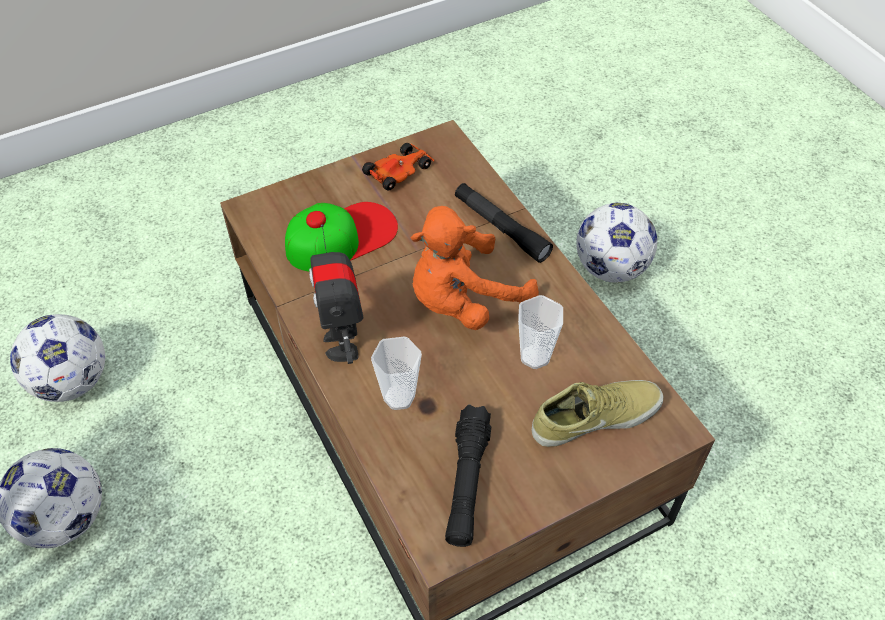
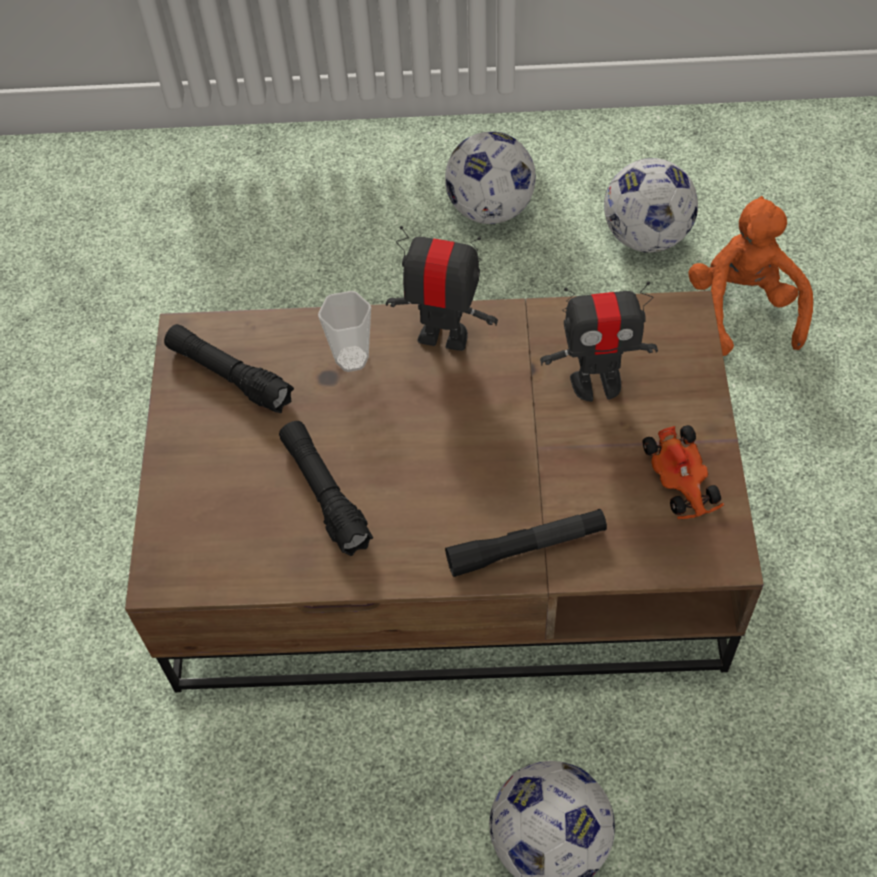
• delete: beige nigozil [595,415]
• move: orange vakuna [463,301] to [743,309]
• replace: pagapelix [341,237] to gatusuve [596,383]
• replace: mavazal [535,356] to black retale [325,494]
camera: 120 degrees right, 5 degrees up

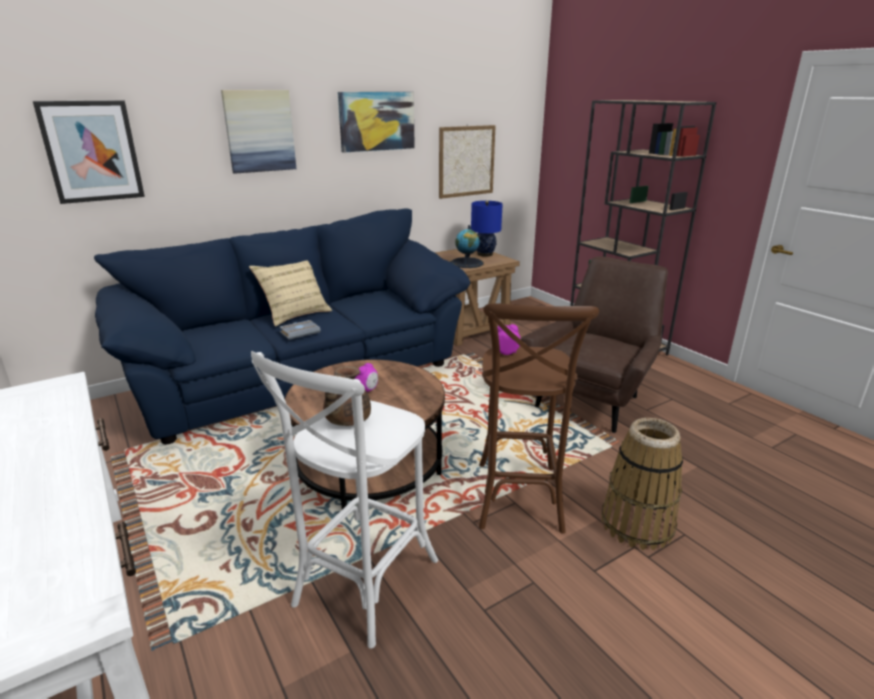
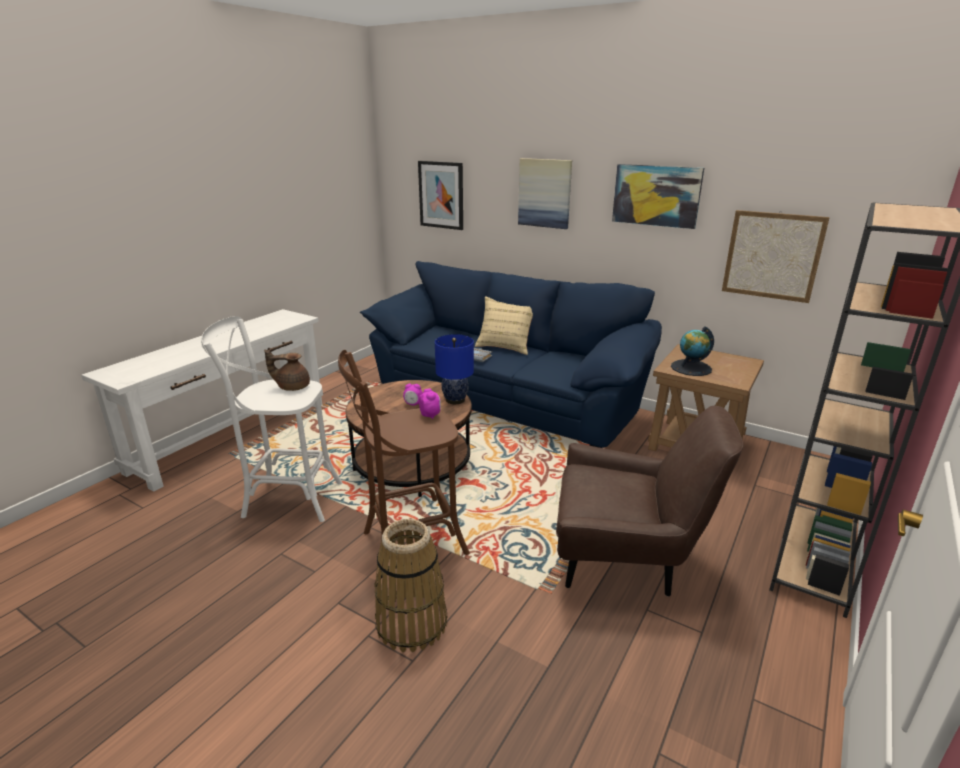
• move: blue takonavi [484,254] to [455,400]
camera: 65 degrees right, 0 degrees up

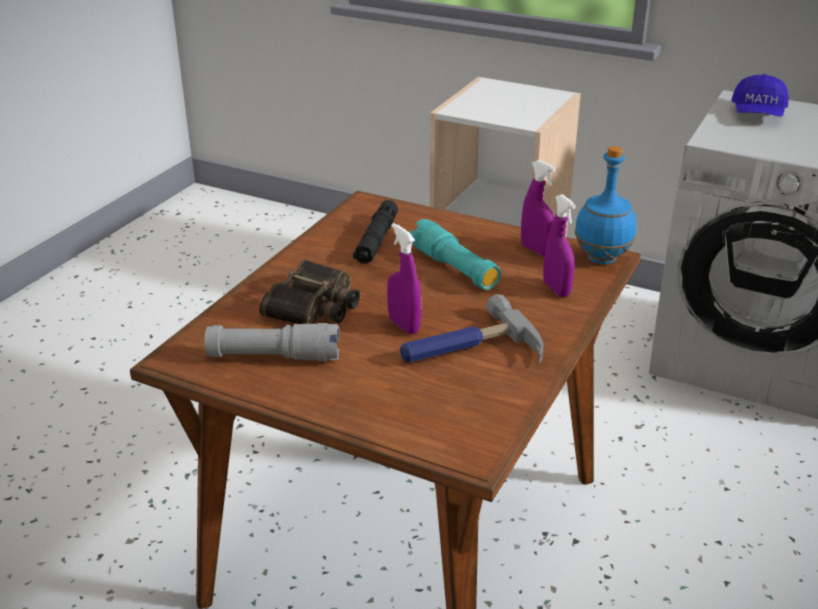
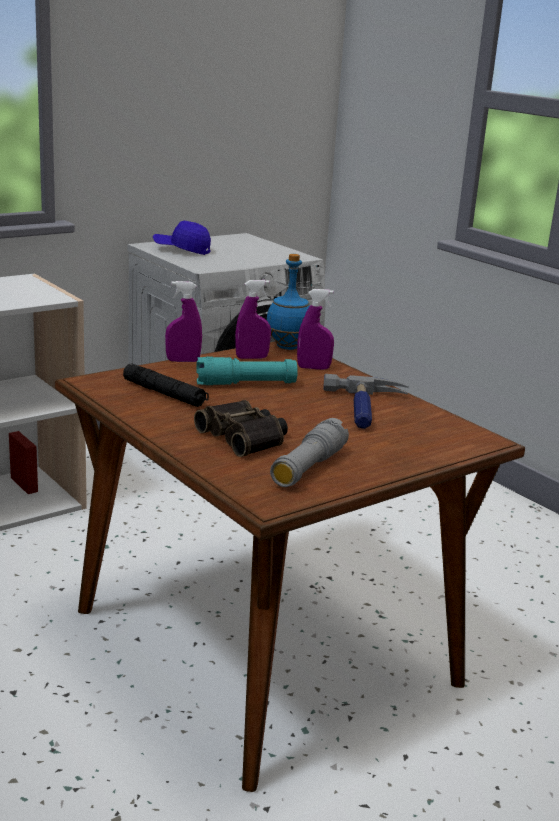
• move: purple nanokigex [404,325] to [183,361]
• rotate: blue pagapelix [758,114] = [182,250] 150 degrees clockwise
camera: 65 degrees left, 10 degrees down

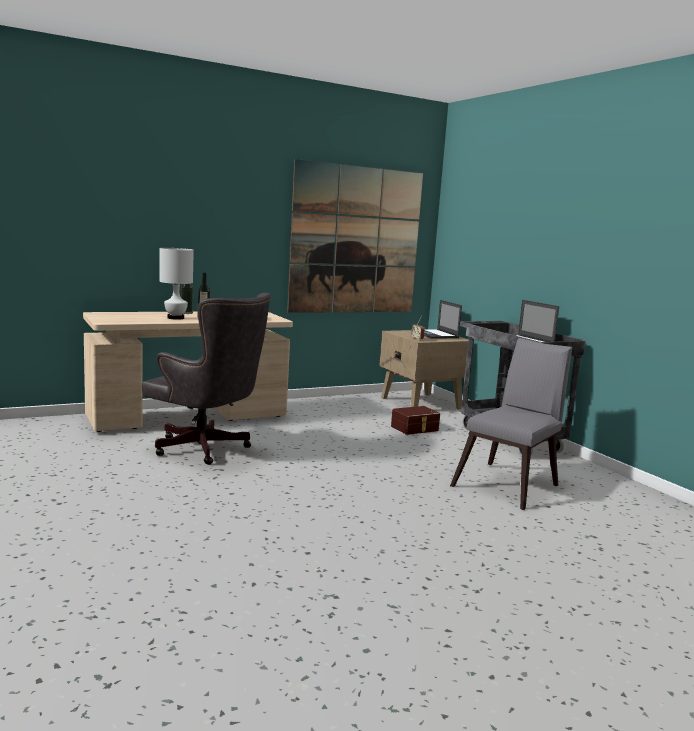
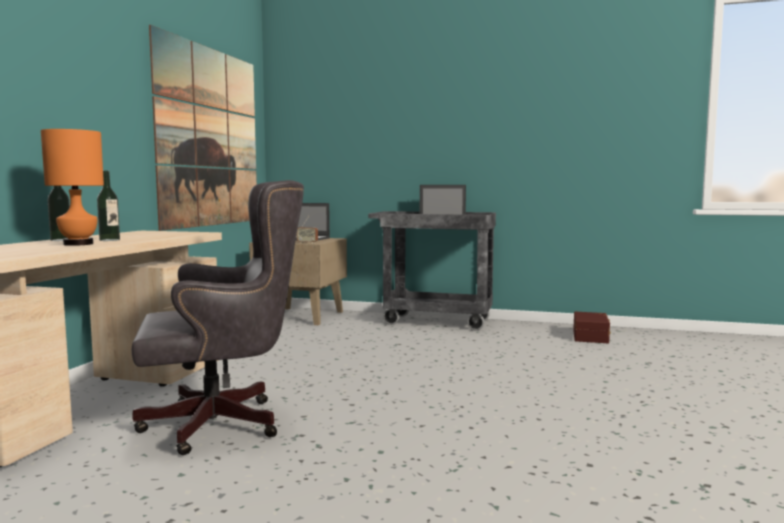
• delete: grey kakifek [510,484]
• move: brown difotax [415,429] to [591,337]
• recolor: white takonavi [176,318] to orange takonavi [79,244]
camera: 45 degrees left, 5 degrees down

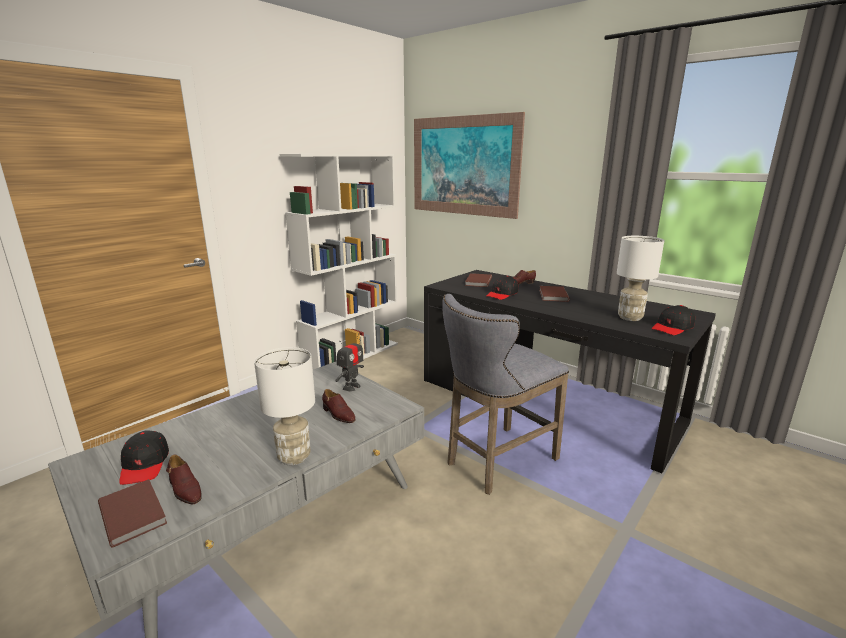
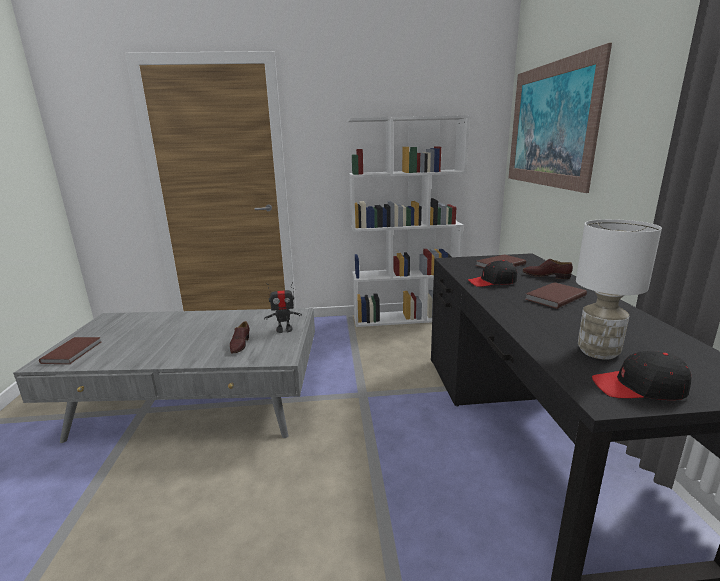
• delete: black pagapelix [145,464]
• delete: brown nigozil [185,489]
• delete: white takonavi [293,456]
• delete: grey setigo [496,462]
camera: 45 degrees right, 0 degrees up

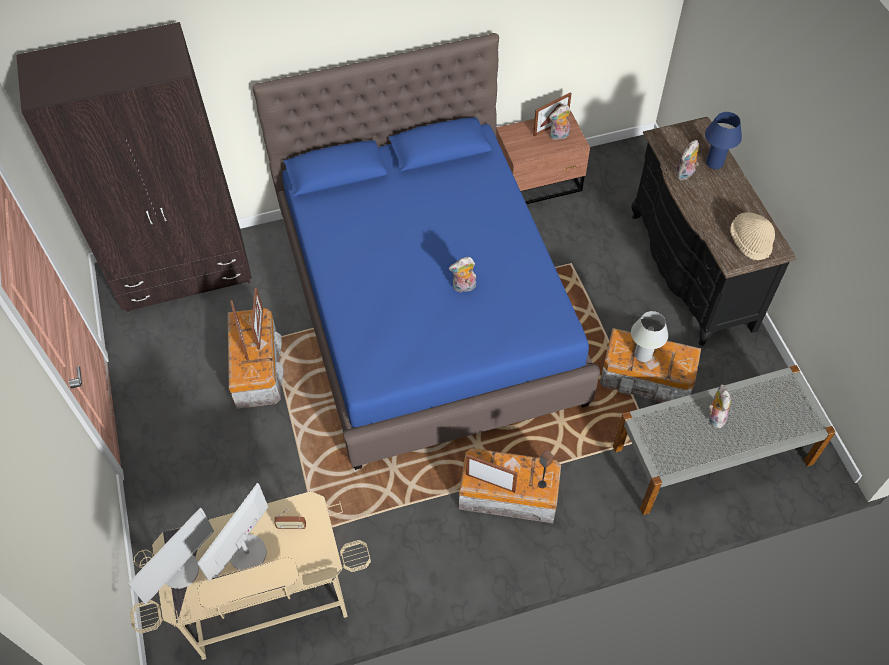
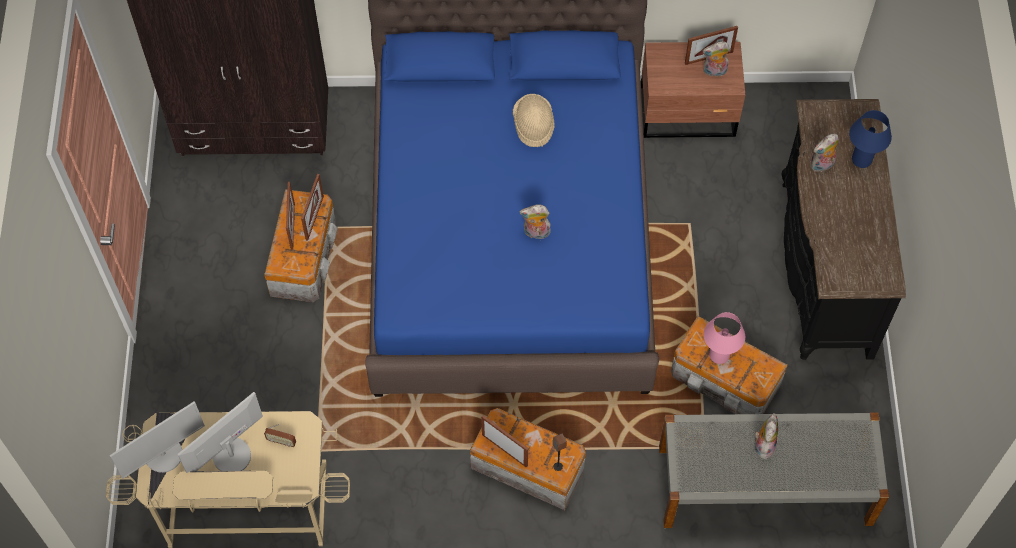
• move: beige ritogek [750,242] to [533,126]
• recolor: white takonavi [643,355] to pink takonavi [719,355]
camera: 15 degrees right, 5 degrees up

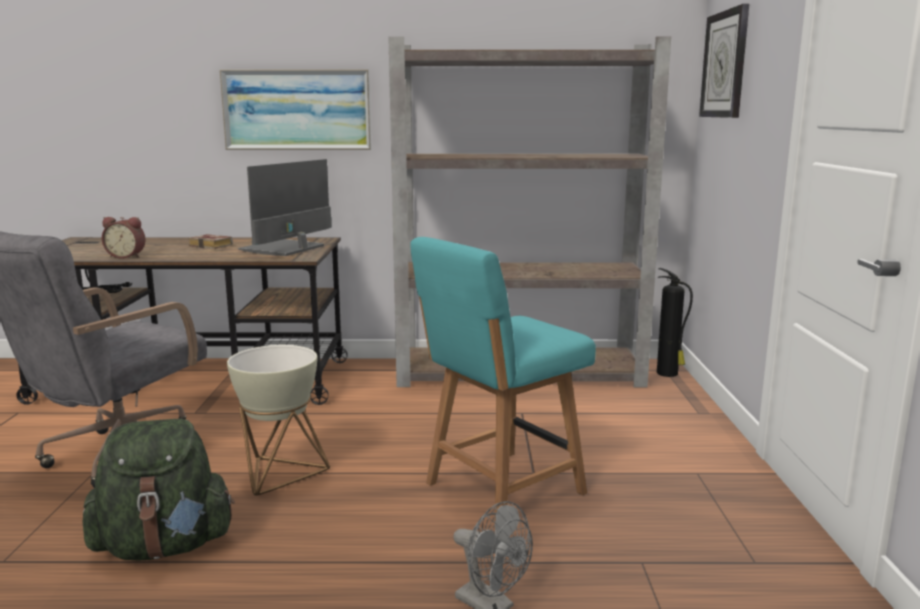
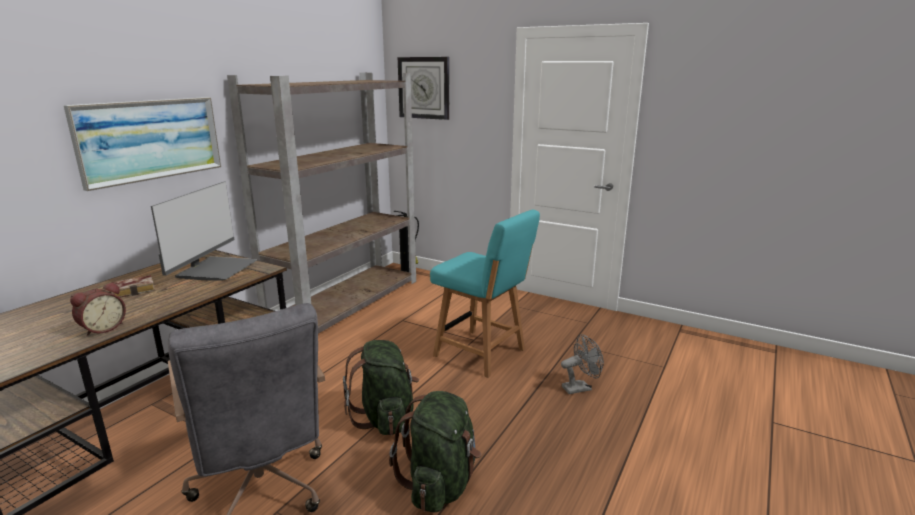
• replace: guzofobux [281,473] to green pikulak [385,417]
• rotate: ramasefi [283,249] = [216,269] 135 degrees counterclockwise
• rotate: turquoise kakifek [500,490] = [482,353] 45 degrees counterclockwise
camera: 60 degrees left, 5 degrees up

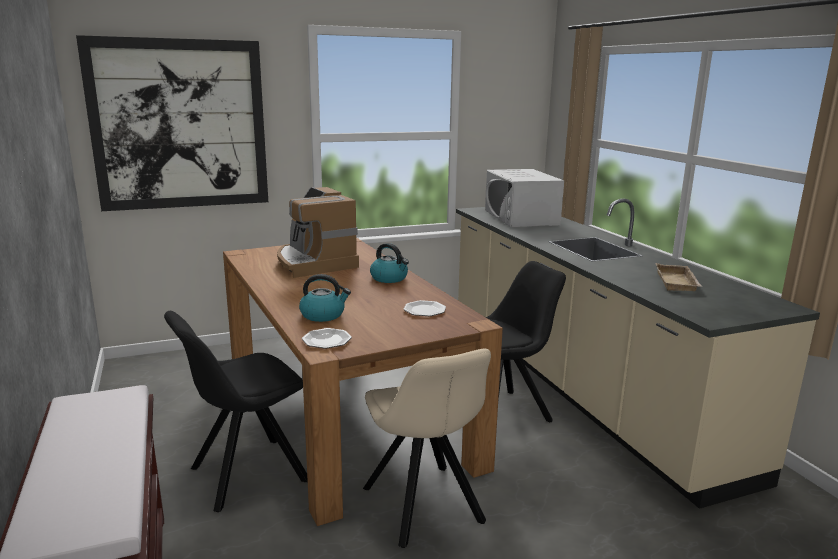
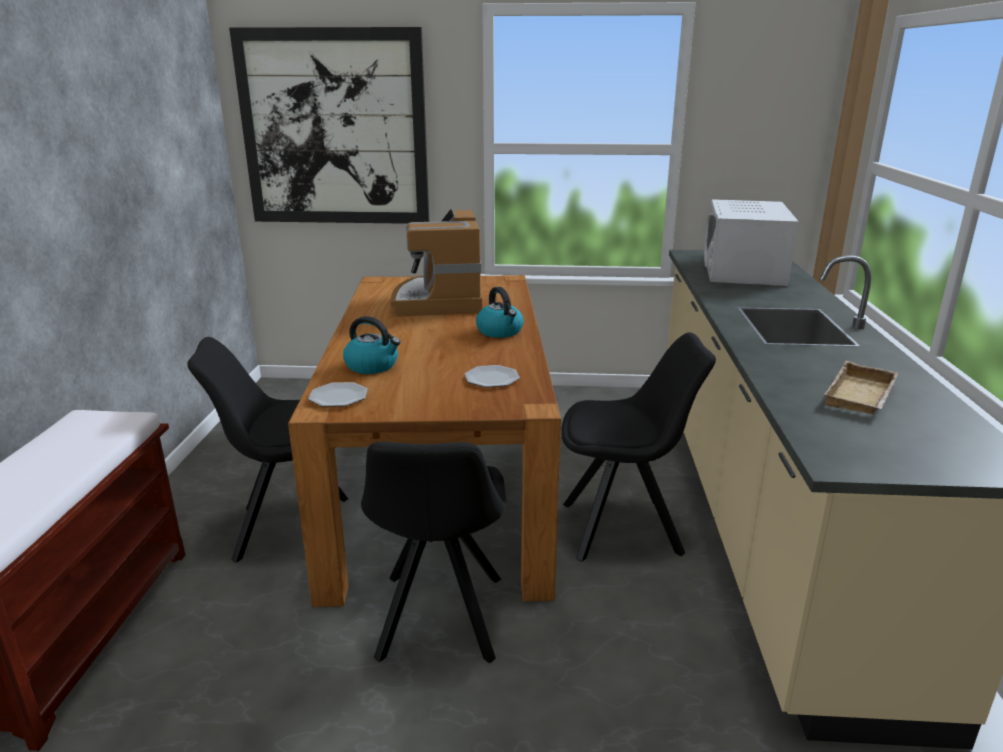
• recolor: beige kakifek [424,505] to black kakifek [440,617]
camera: 25 degrees right, 5 degrees up

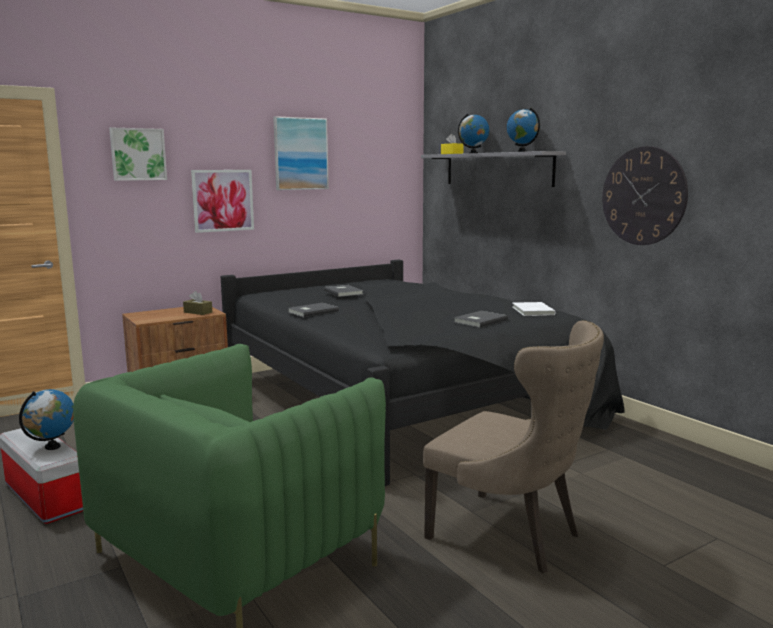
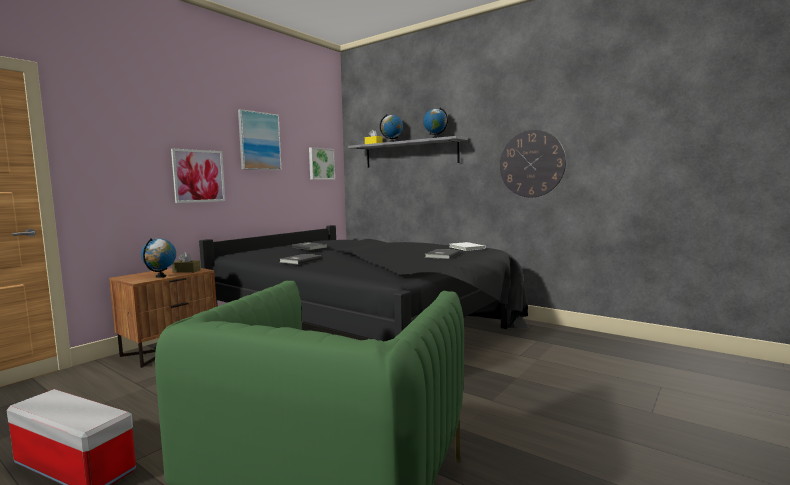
• delete: beige kakifek [511,535]
• move: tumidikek [52,447] to [161,276]
• move: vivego [138,154] to [321,164]
camera: 20 degrees left, 5 degrees down

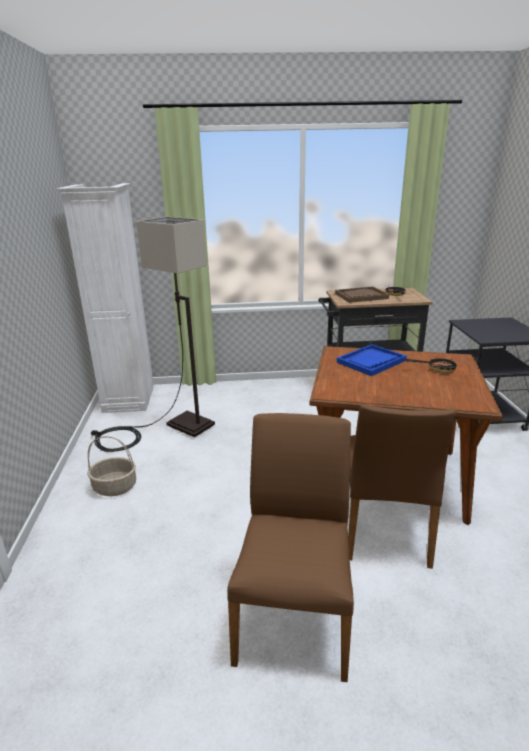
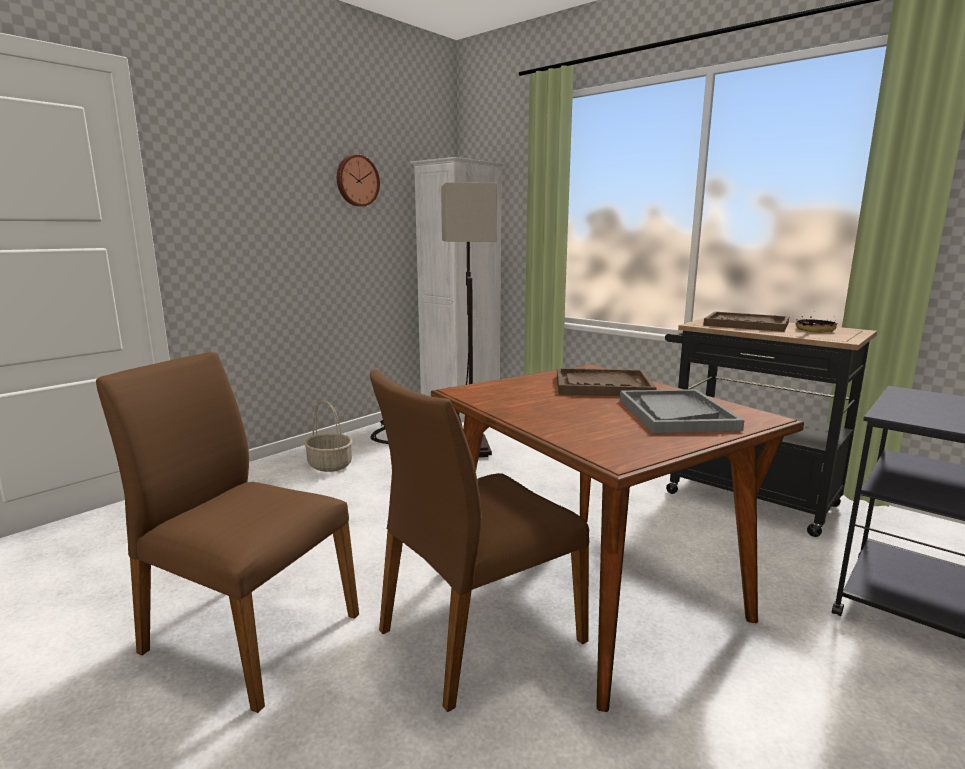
• insert: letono [356,181]
• replace: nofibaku [436,369] to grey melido [675,414]
• recolor: blue melido [371,361] to brown melido [602,386]
• rotate: brown kakifek [294,615] = [248,634] 120 degrees counterclockwise
camera: 45 degrees right, 10 degrees down

